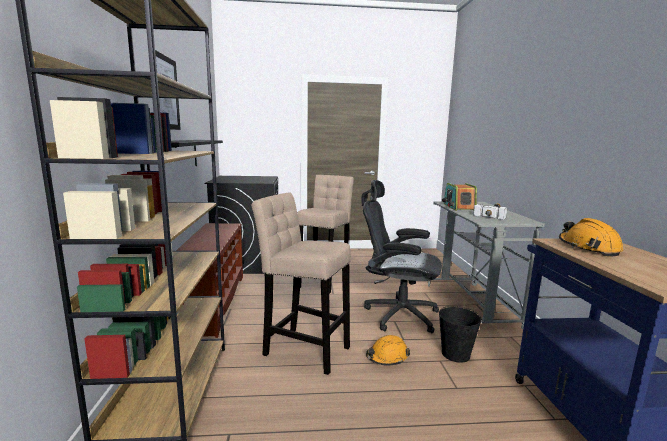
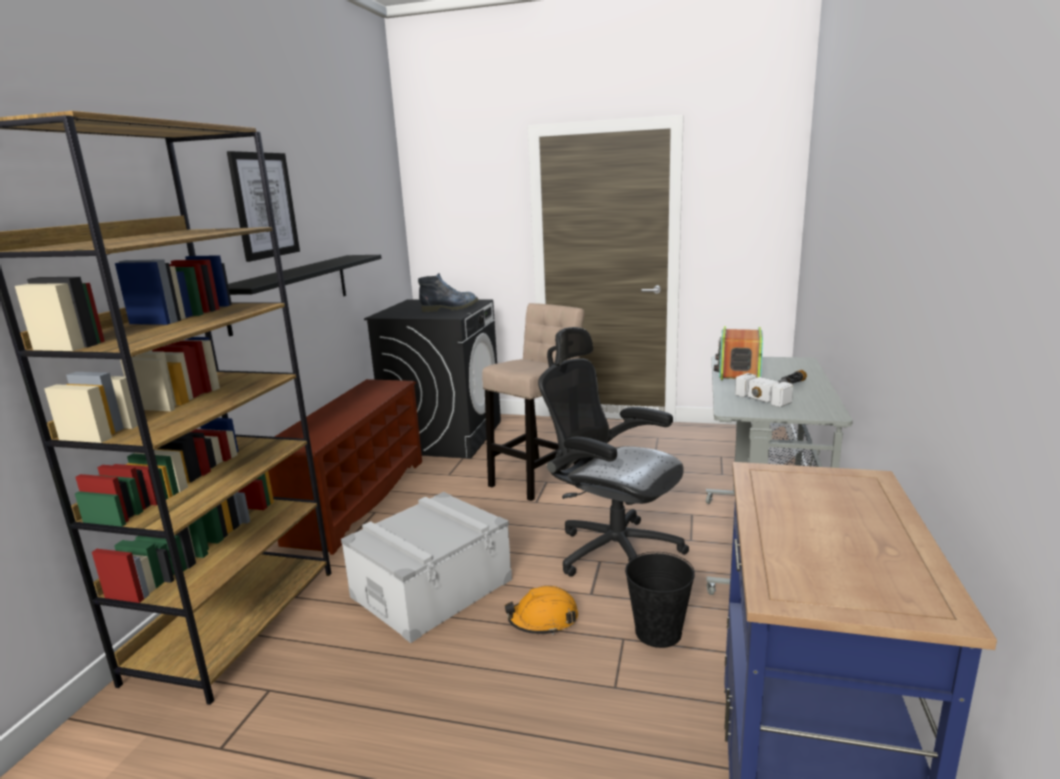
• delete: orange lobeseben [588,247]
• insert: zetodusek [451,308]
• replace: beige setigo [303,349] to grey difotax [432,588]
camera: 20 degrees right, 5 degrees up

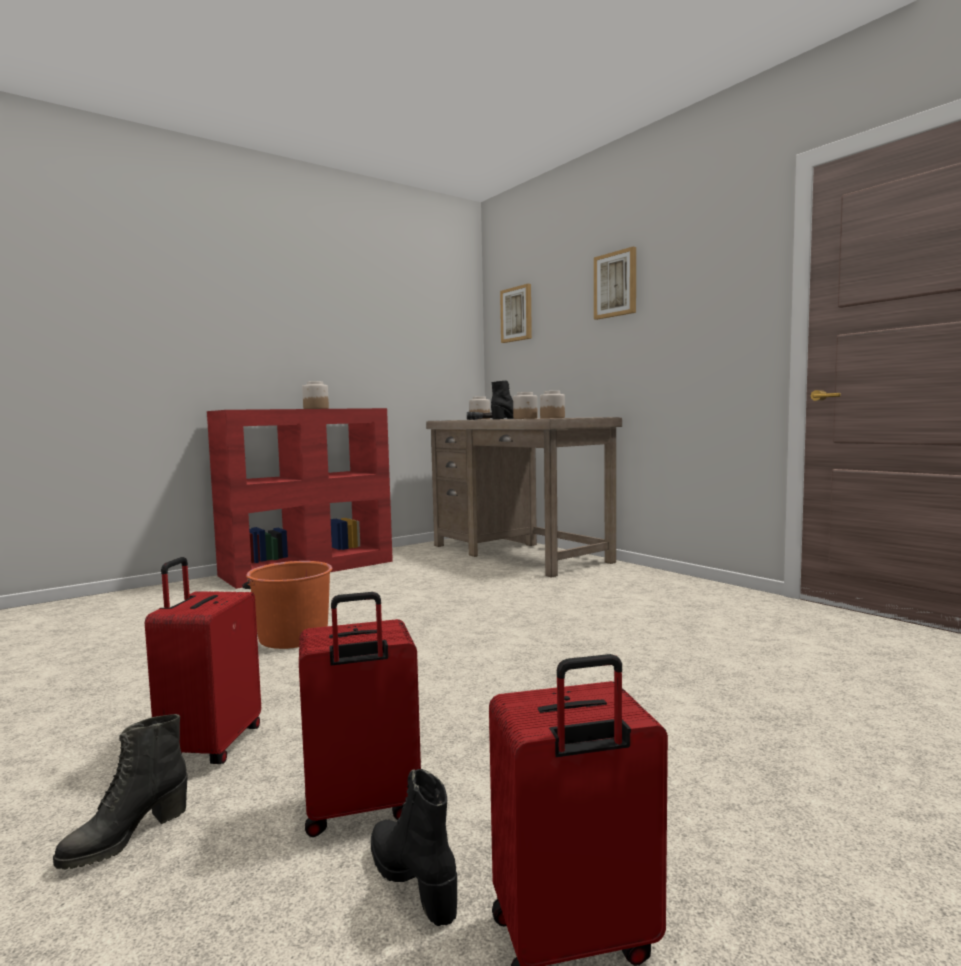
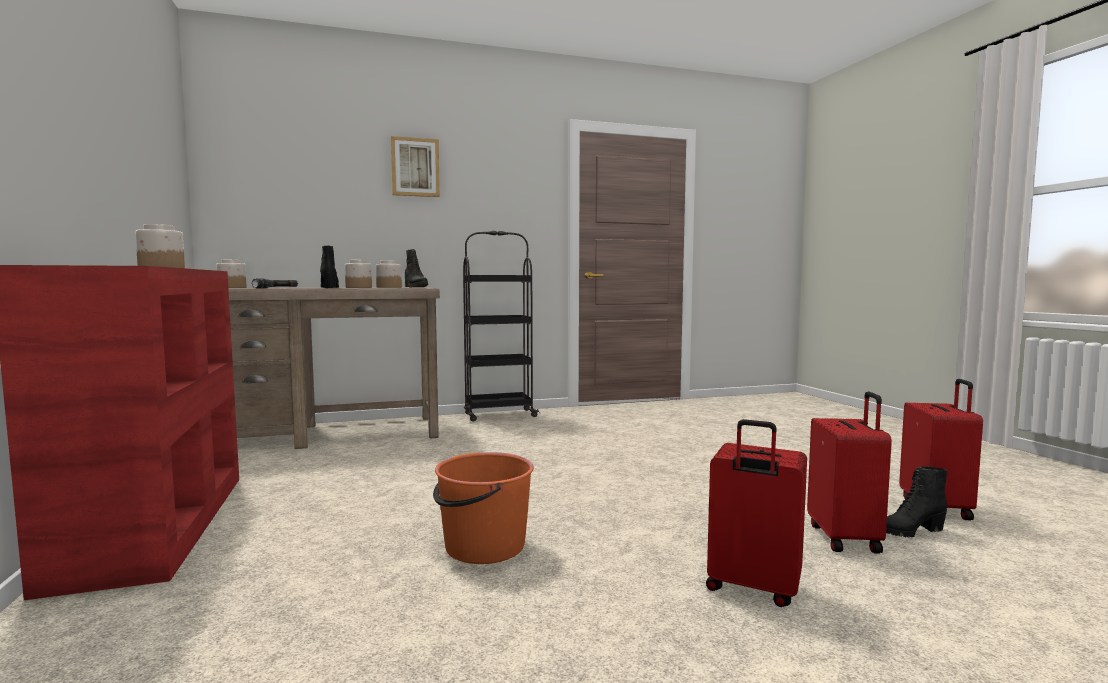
• delete: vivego [517,314]
• insert: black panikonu [499,415]
• move: black zetodusek [125,837] to [415,287]
camera: 70 degrees left, 0 degrees up

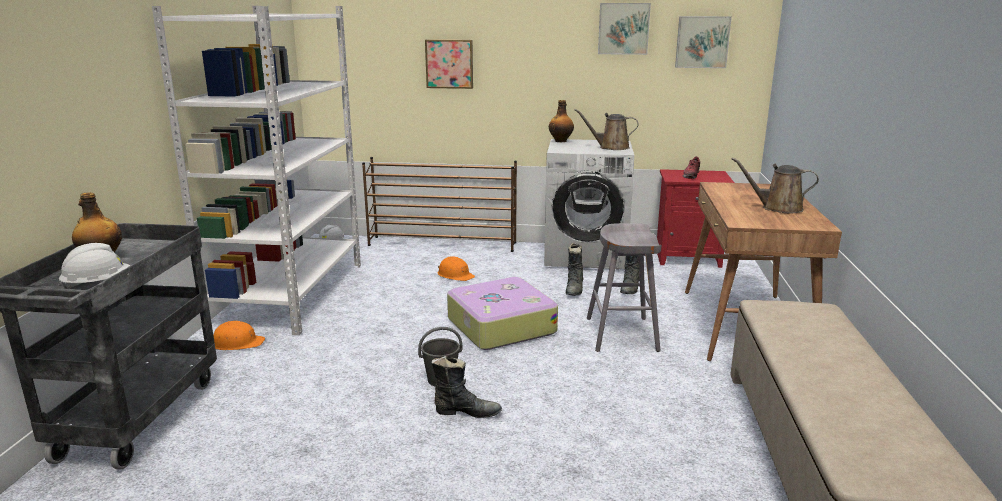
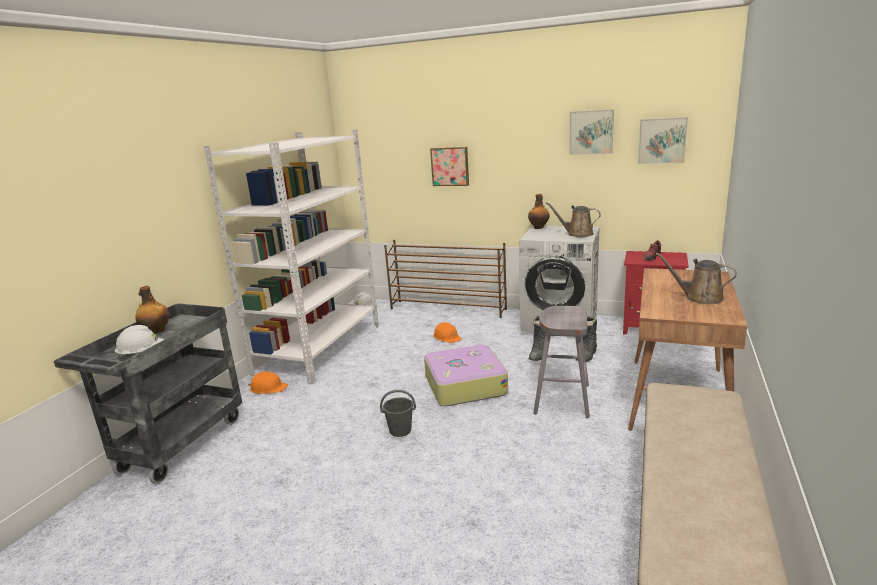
• delete: black zetodusek [466,412]
camera: 15 degrees right, 0 degrees up

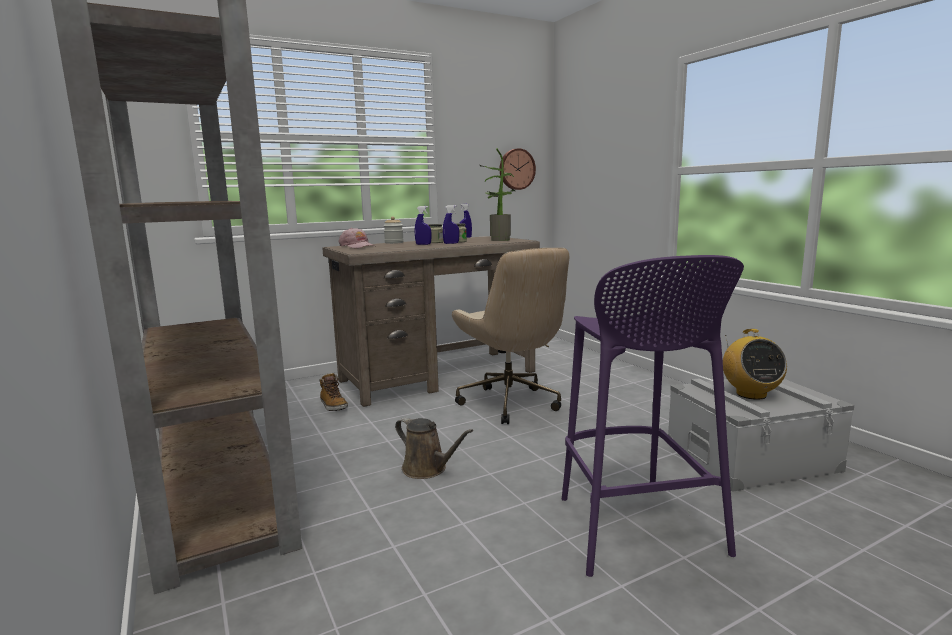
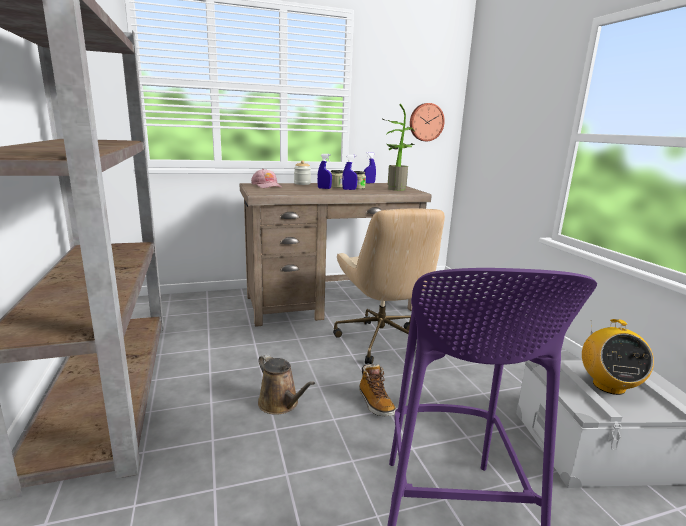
• move: zetodusek [333,406] to [375,403]
camera: 10 degrees right, 5 degrees up

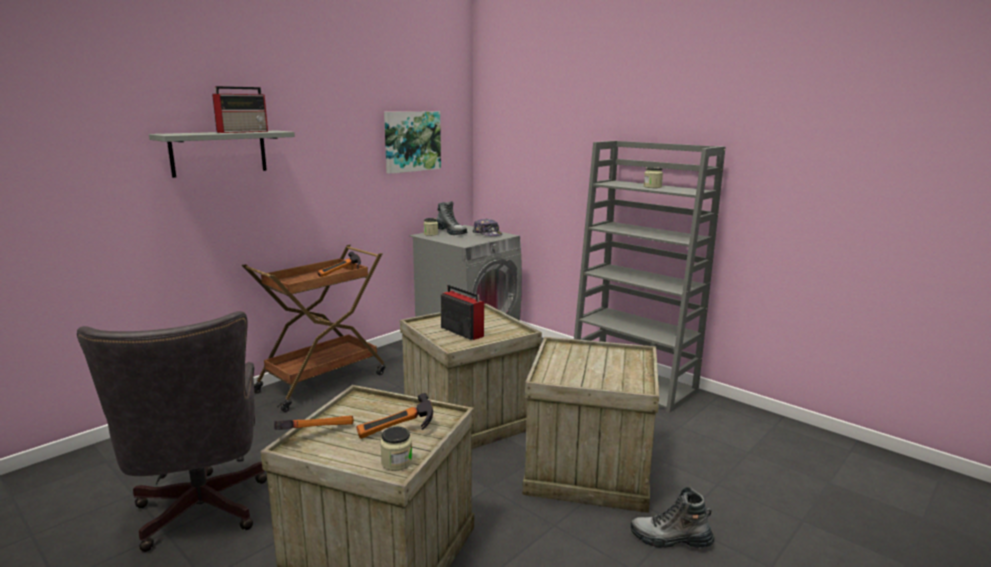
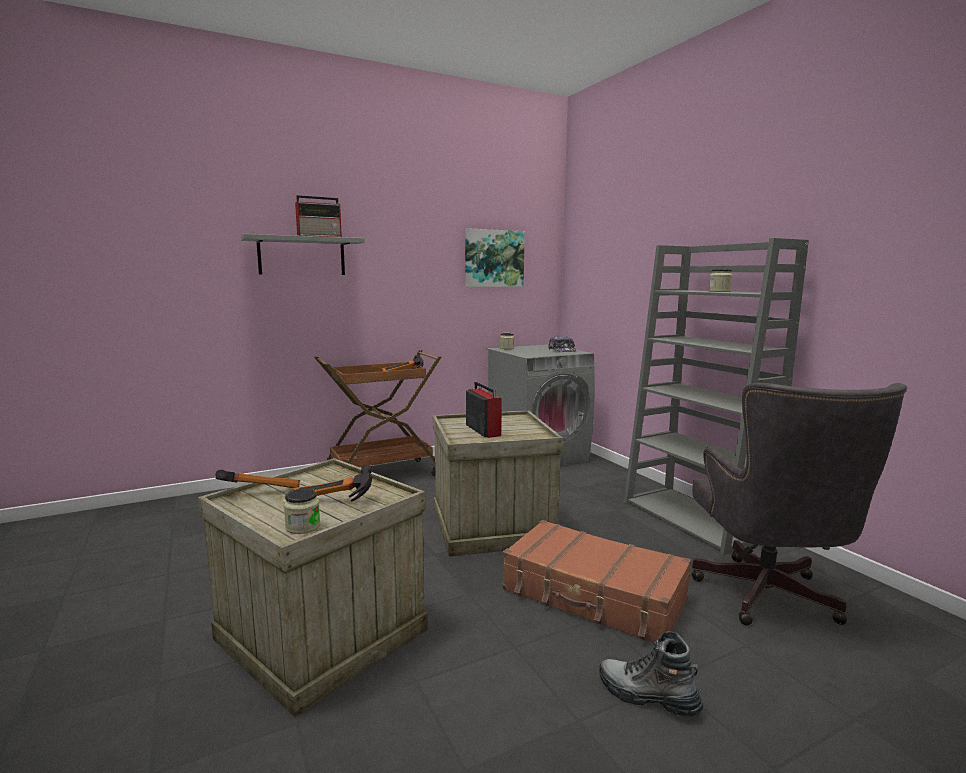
• delete: zetodusek [451,232]
• move: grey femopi [201,514] to [769,598]
• replace: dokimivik [591,468] to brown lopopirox [593,595]
camera: 20 degrees right, 5 degrees down

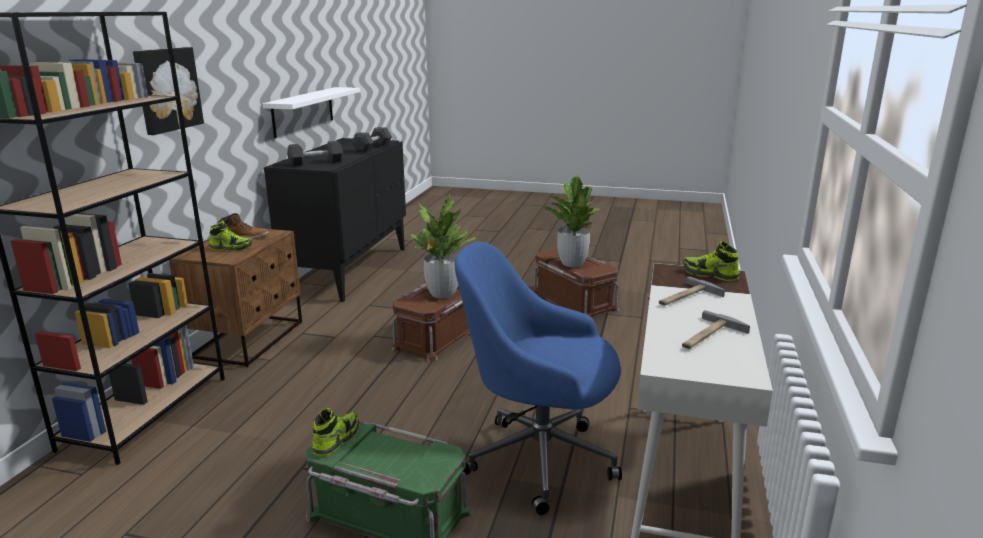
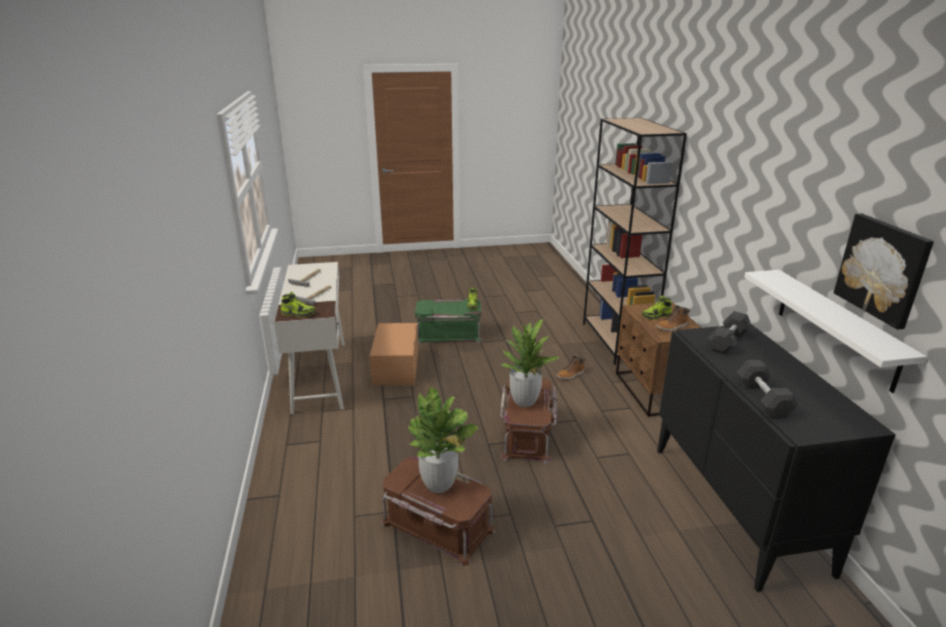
• insert: zetodusek [571,375]
• move: vivego [167,89] to [883,269]
• replace: blue femopi [538,461] to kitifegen [396,367]
camera: 155 degrees right, 5 degrees up

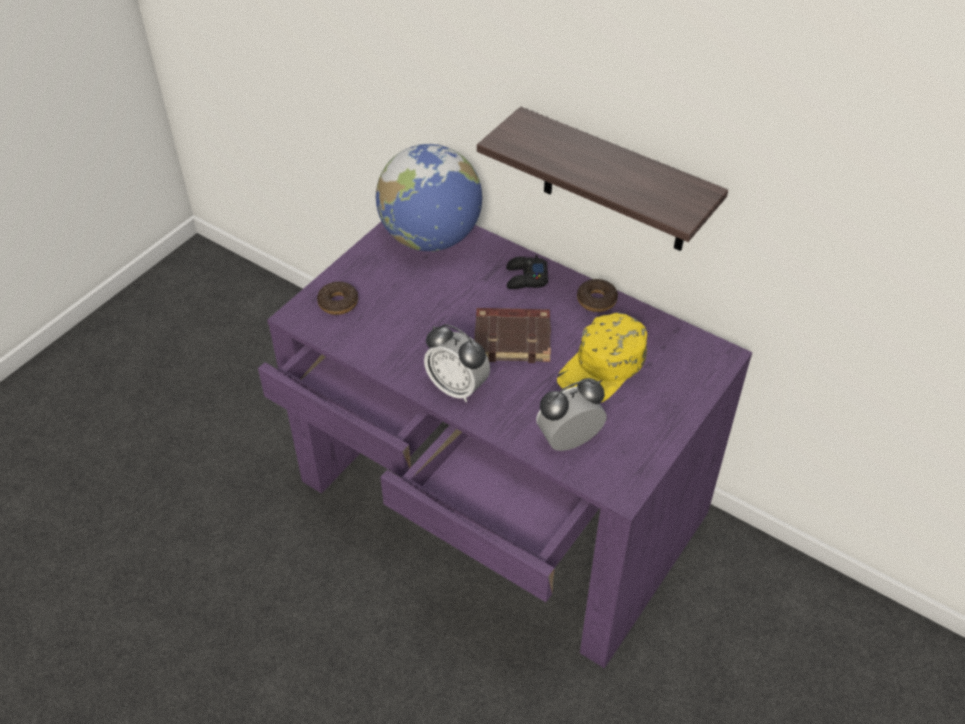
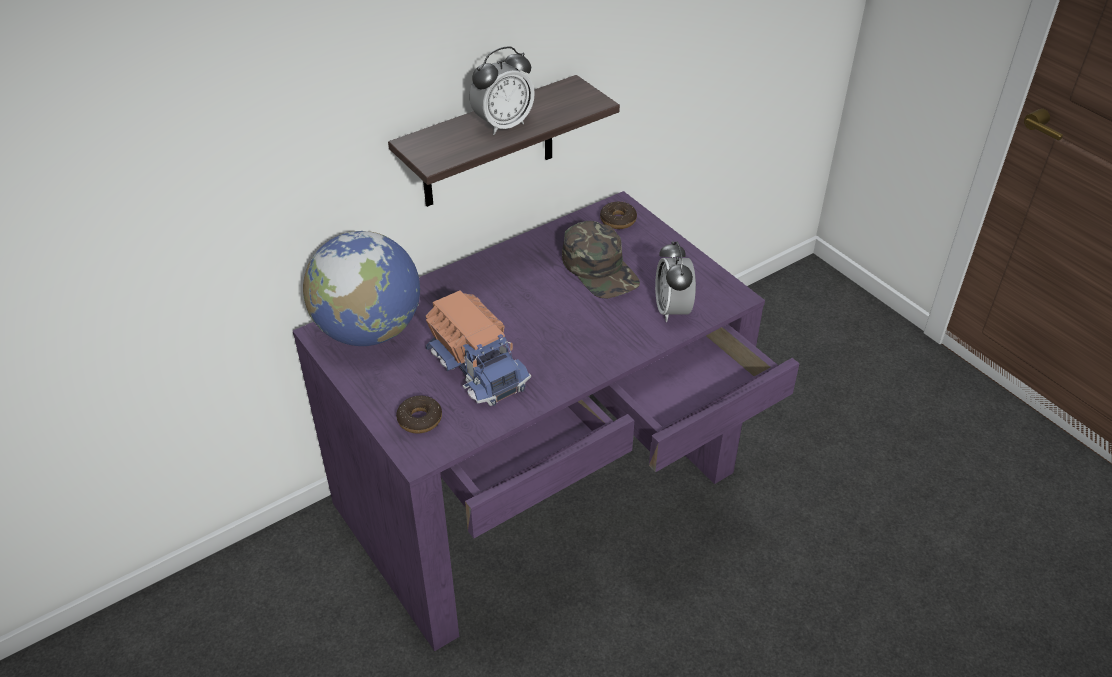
• delete: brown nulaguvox [513,338]
• delete: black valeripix [526,278]
• insert: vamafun [478,366]
• move: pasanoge [457,388] to [503,125]
• move: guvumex [596,300] to [618,220]
• recolor: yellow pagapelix [603,367] to green pagapelix [600,269]
camera: 70 degrees left, 5 degrees down

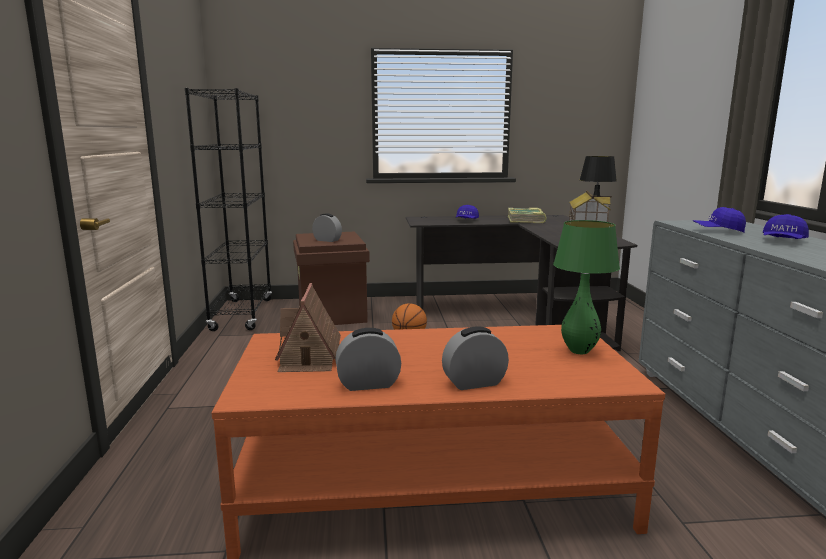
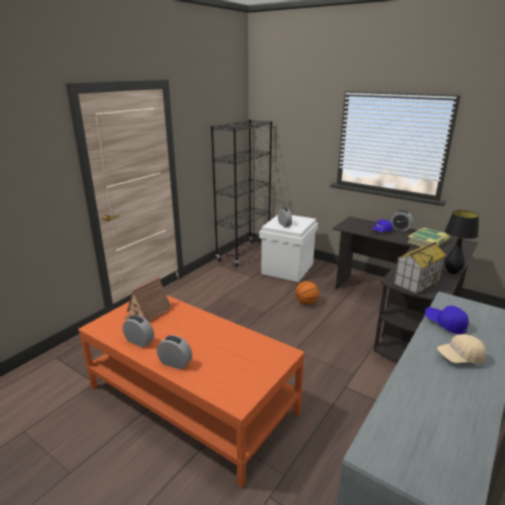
• delete: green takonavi [579,351]
• insert: pasanoge [400,228]
• recolor: brown difotax [332,314] to white difotax [287,269]
• recolor: blue pagapelix [783,241] to beige pagapelix [459,357]
camera: 40 degrees right, 10 degrees up

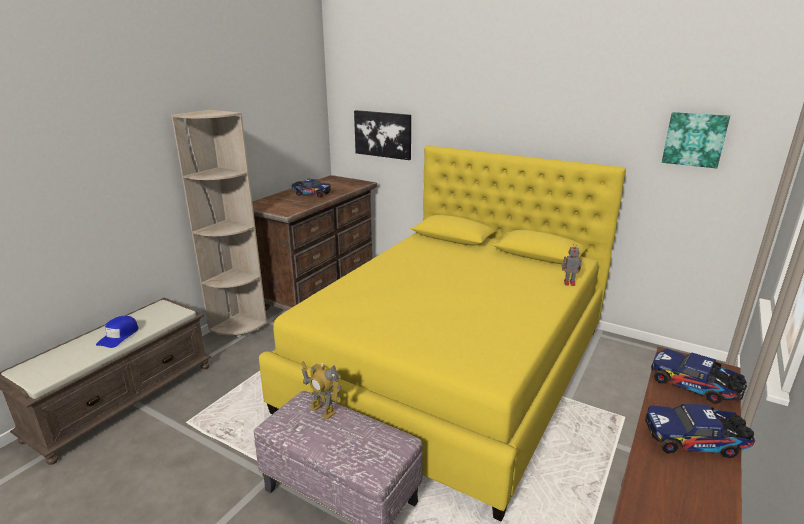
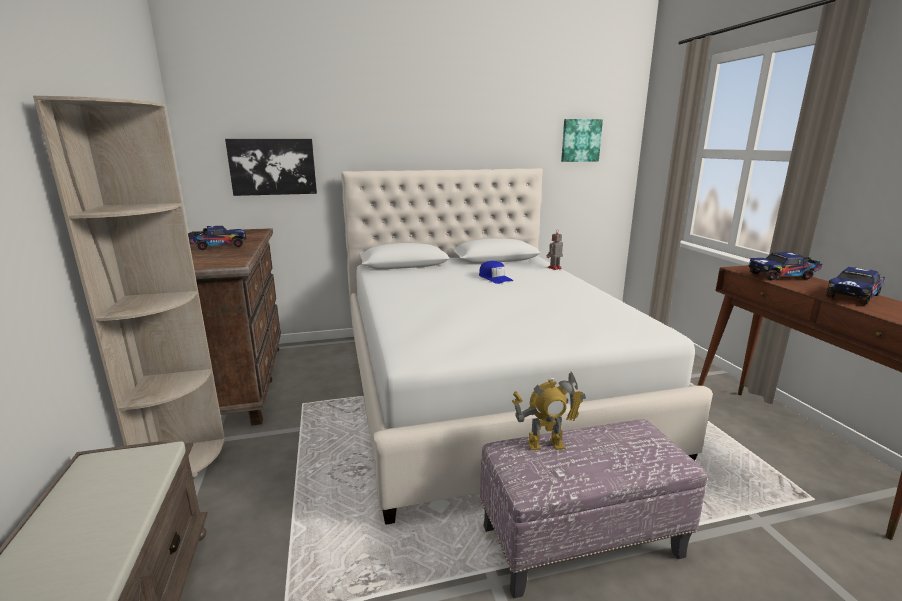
• move: blue pagapelix [119,336] to [494,278]
• recolor: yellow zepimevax [452,368] to white zepimevax [483,387]
camera: 45 degrees left, 5 degrees down

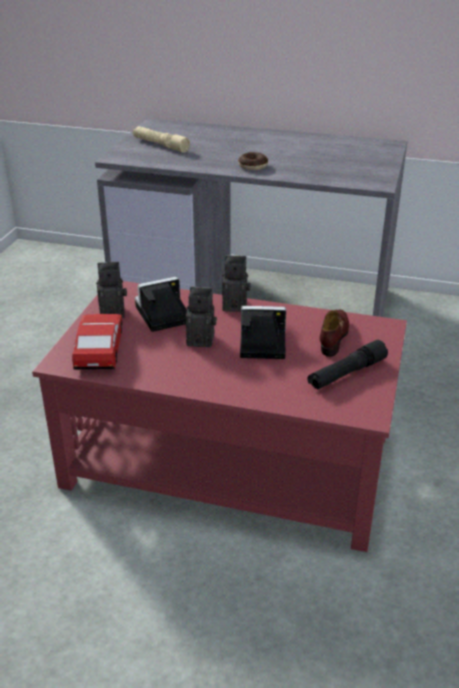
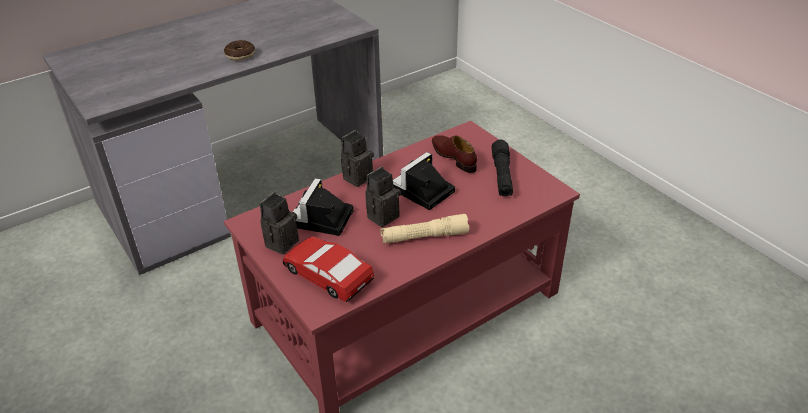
• move: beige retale [160,145] to [424,237]
camera: 50 degrees left, 5 degrees up

